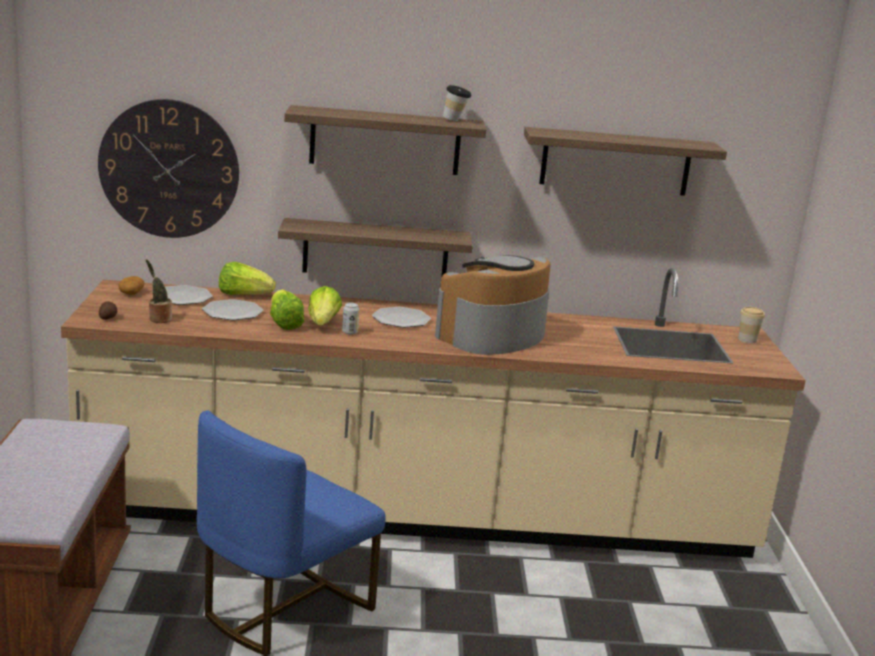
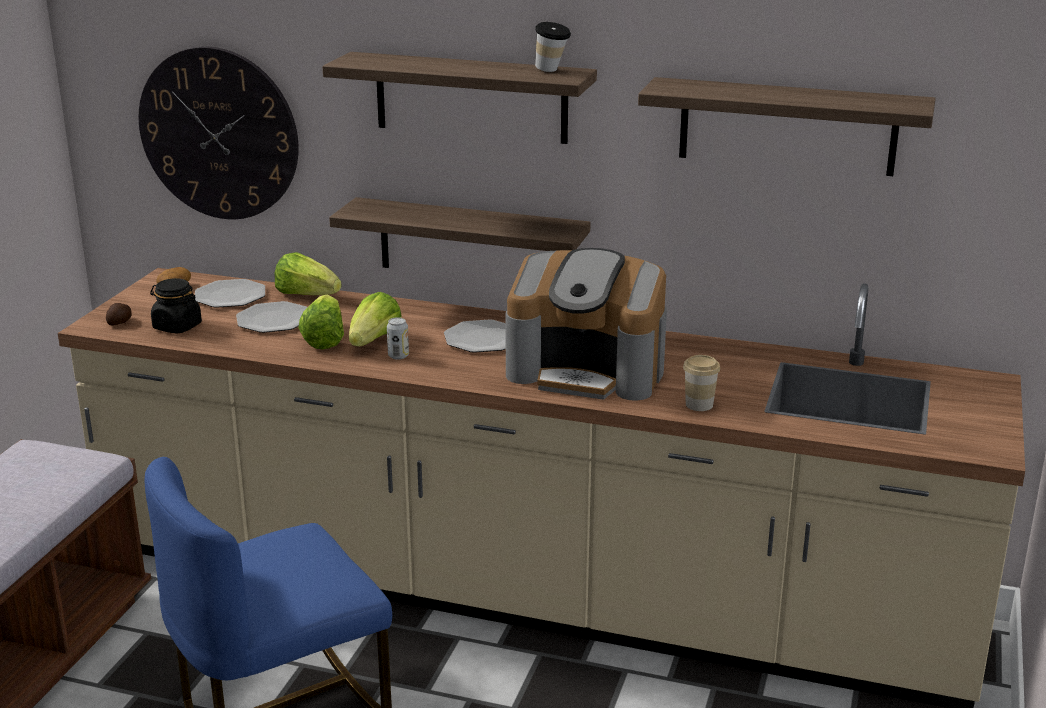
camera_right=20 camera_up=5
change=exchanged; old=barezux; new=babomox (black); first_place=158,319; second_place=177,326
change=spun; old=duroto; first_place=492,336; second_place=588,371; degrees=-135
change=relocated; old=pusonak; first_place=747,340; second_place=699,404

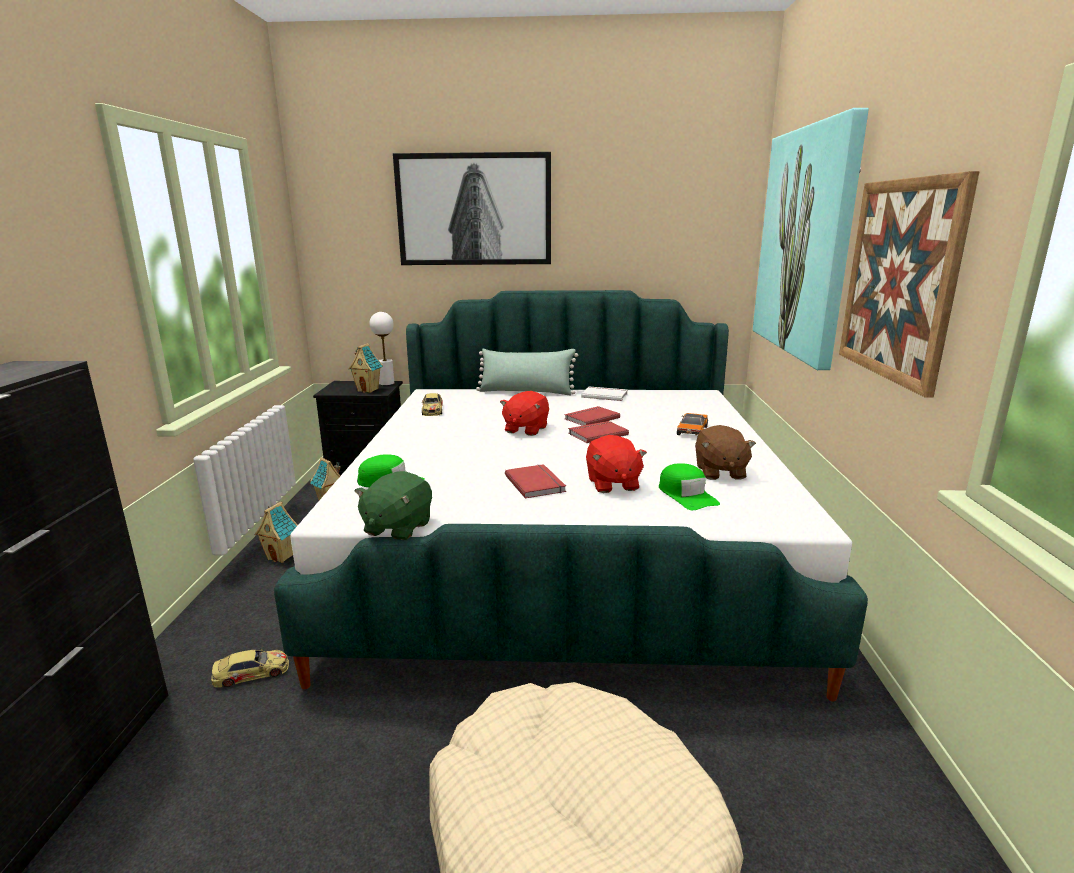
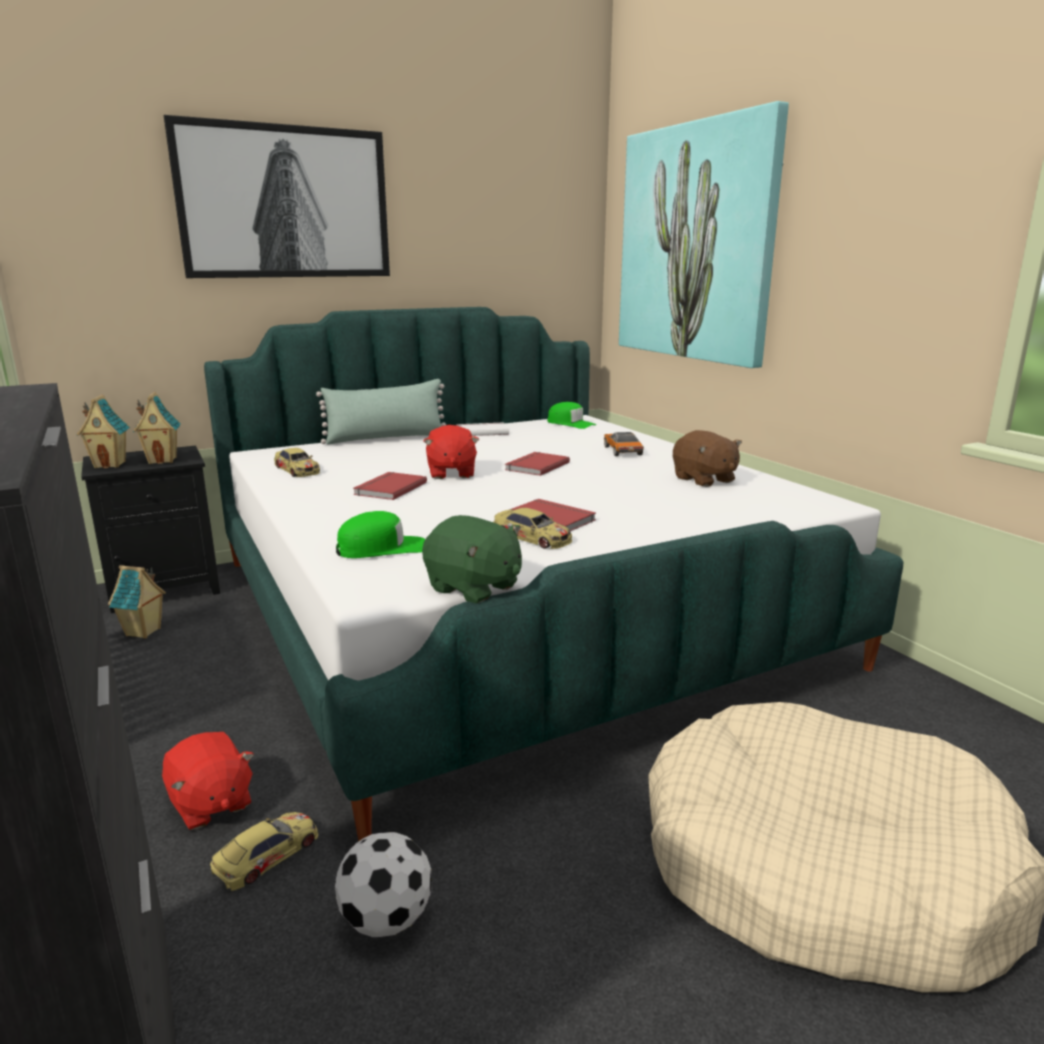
camera_right=-30 camera_up=0
change=relocated; old=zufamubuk; first_place=282,556; second_place=110,464
change=relocated; old=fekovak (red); first_place=612,484; second_place=210,804
change=appeared; new=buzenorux; second_place=388,919
change=relocated; old=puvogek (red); first_place=590,418; second_place=388,488
change=spun; old=fekovak (green); first_place=397,528; second_place=473,588; degrees=-45
change=appeared; new=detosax; second_place=532,537
change=relocated; old=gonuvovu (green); first_place=686,495; second_place=570,424
change=missing; old=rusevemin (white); first_place=386,383
change=missing; old=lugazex; first_place=899,280

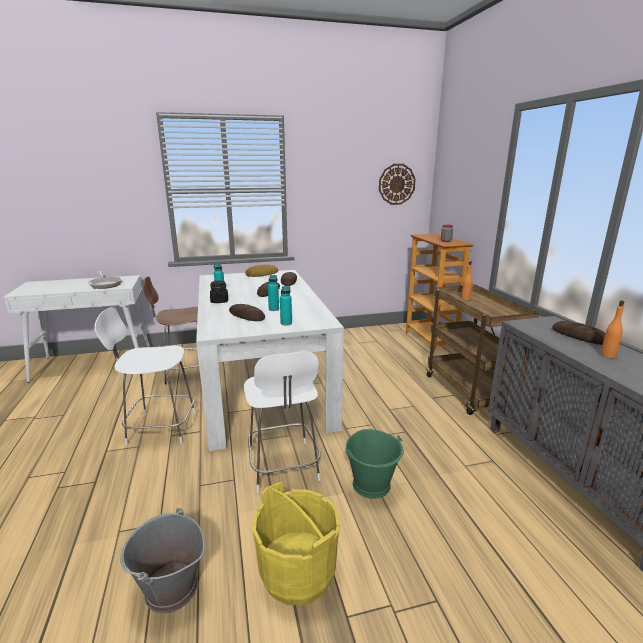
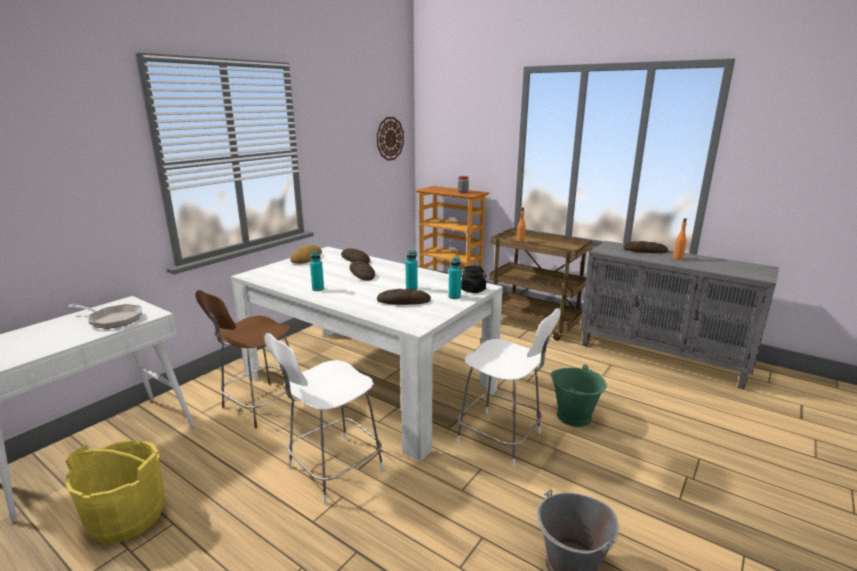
camera_right=-40 camera_up=0
change=relocated; old=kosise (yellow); first_place=297,573; second_place=127,517
change=relocated; old=babomox (black); first_place=219,301; second_place=473,290

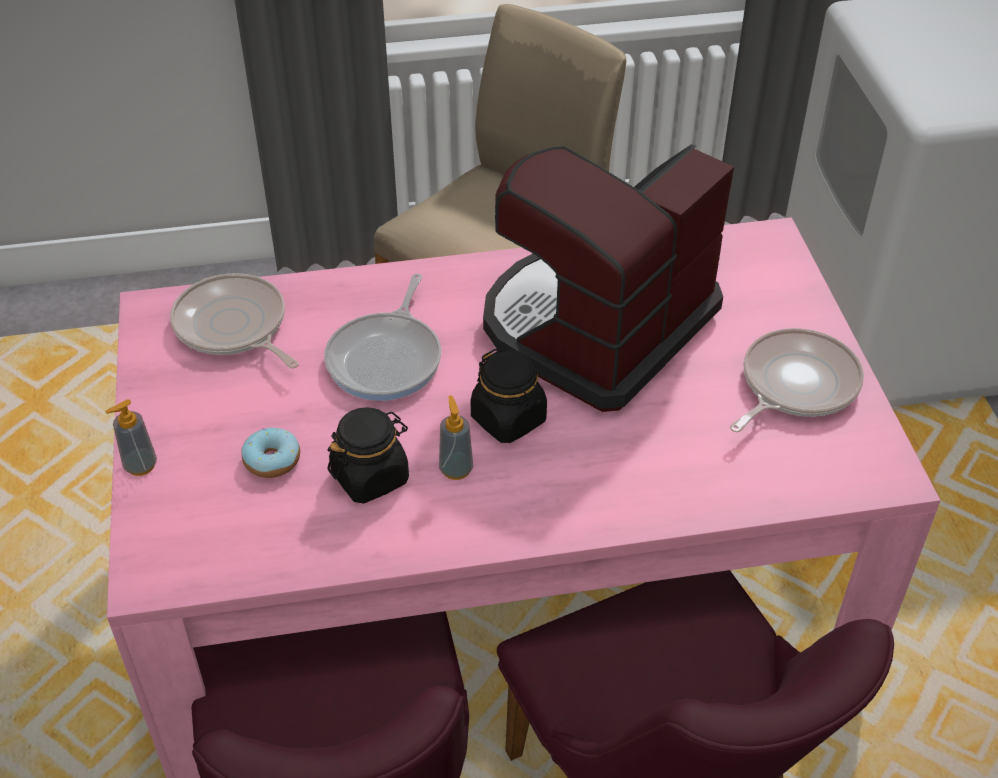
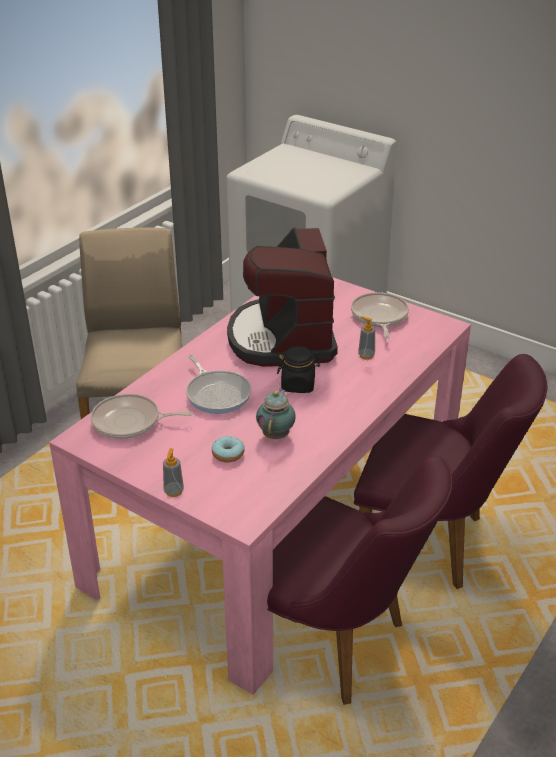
camera_right=-45 camera_up=-10
change=exchanged; old=babomox (black); new=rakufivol; first_place=370,477; second_place=276,434
change=relocated; old=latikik; first_place=456,469; second_place=366,355

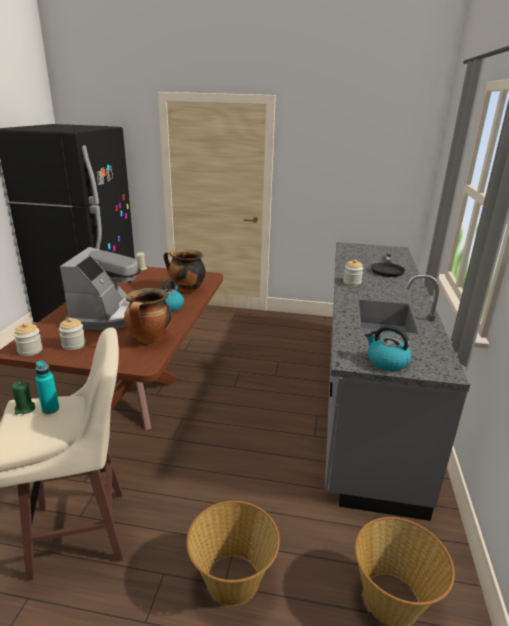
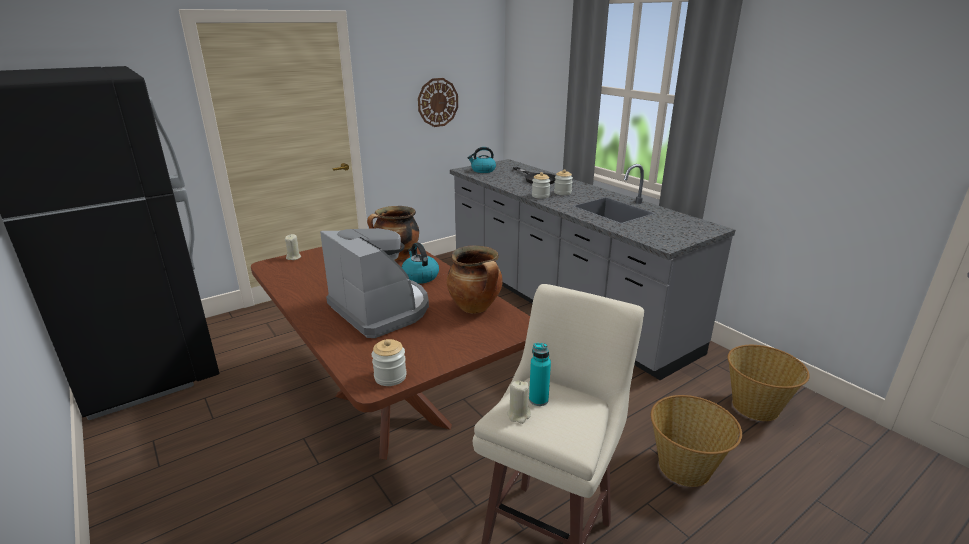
camera_right=-45 camera_up=0
change=appeared; new=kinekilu; second_place=437,102
change=relocated; old=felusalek; first_place=386,362; second_place=483,170
change=colour; old=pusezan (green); new=pusezan (beige); first_place=25,409; second_place=518,415
change=relocated; old=babomox; first_place=73,345; second_place=562,193

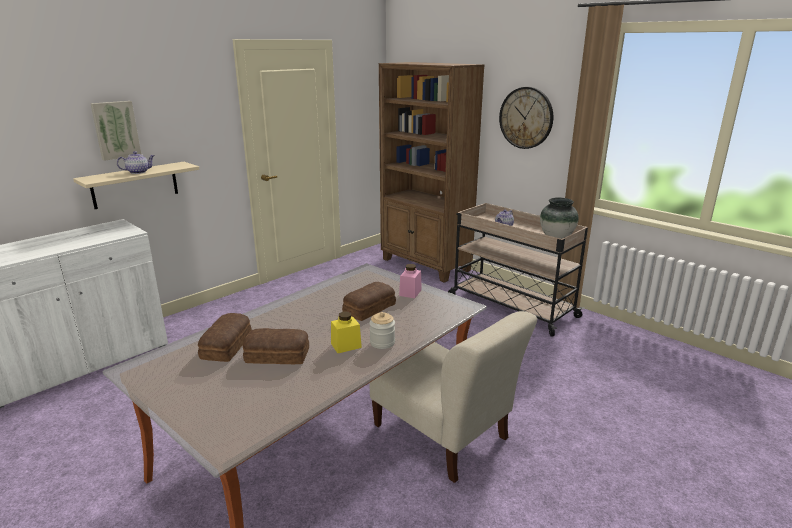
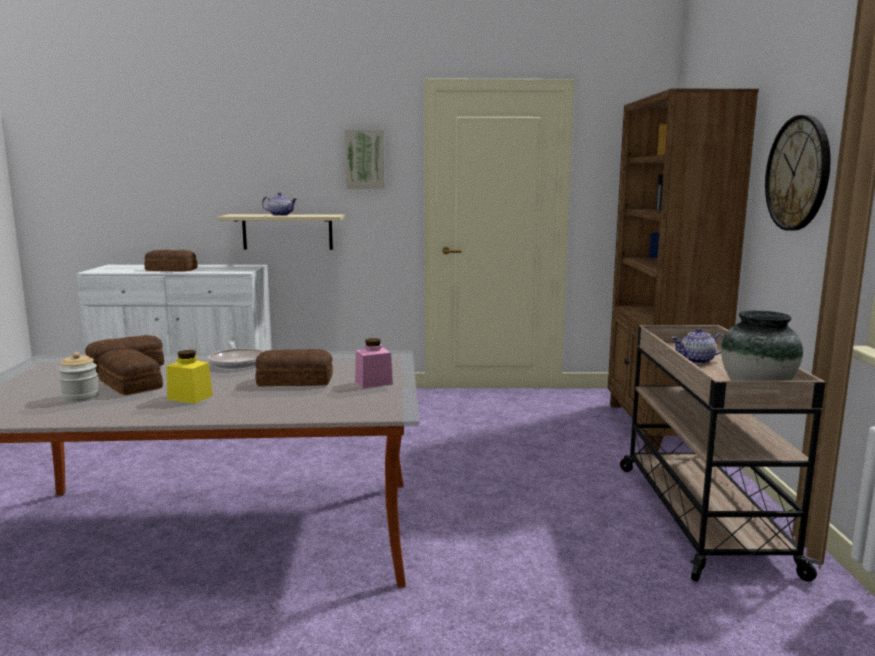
camera_right=45 camera_up=-10
change=relocated; old=babomox; first_place=382,342; second_place=81,397
change=appeared; new=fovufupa; second_place=171,269
change=appeared; new=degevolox; second_place=237,362
change=relocated; old=lugazex; first_place=116,130; second_place=365,159
change=missing; old=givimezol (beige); first_place=444,435

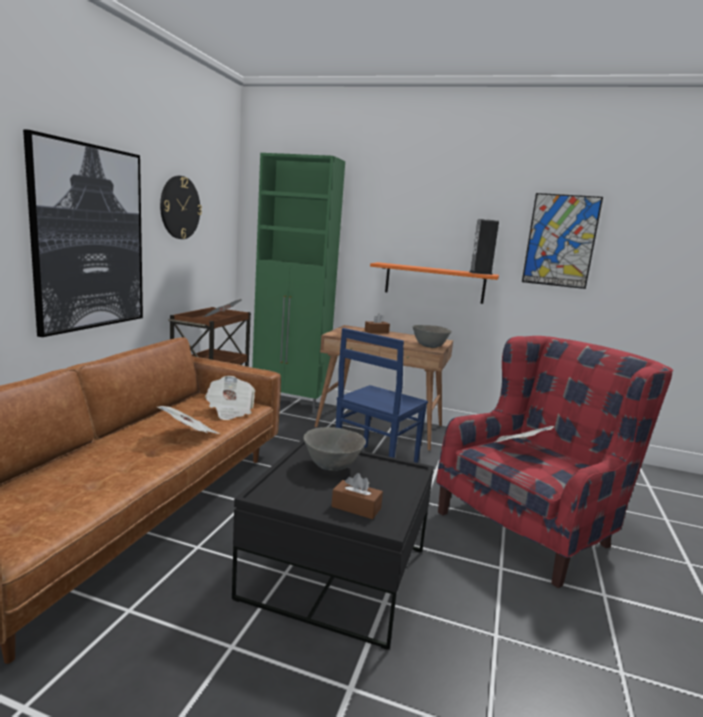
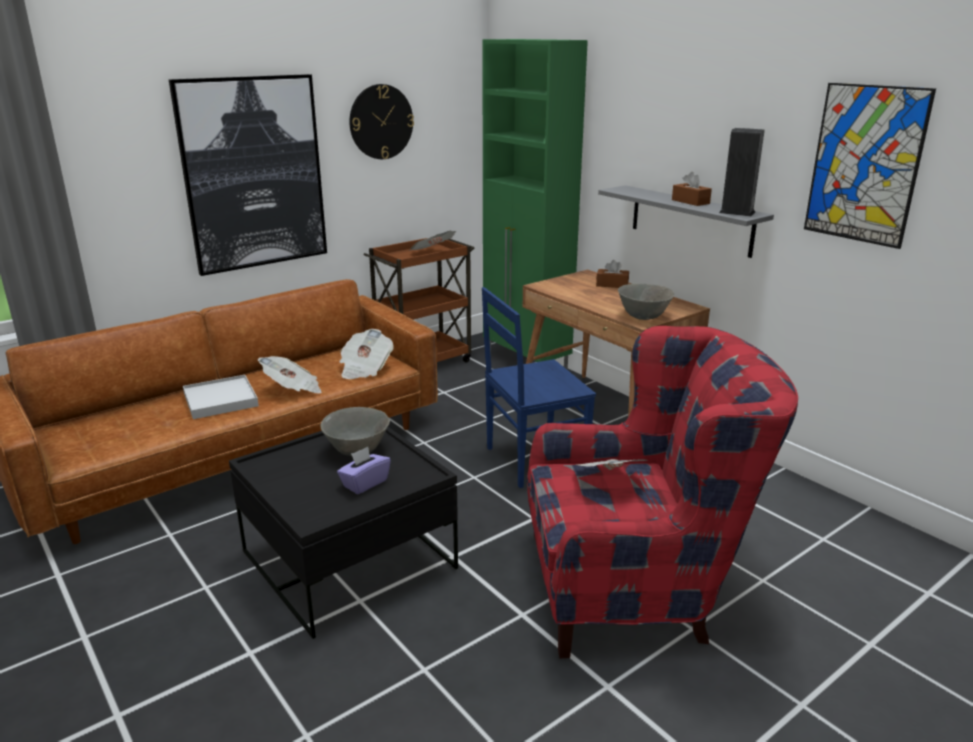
camera_right=35 camera_up=10
change=appeared; new=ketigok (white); second_place=221,400
change=appeared; new=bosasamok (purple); second_place=364,483
change=colour; old=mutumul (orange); new=mutumul (grey); first_place=434,283; second_place=691,220
change=relocated; old=bosasamok (brown); first_place=356,507; second_place=690,202

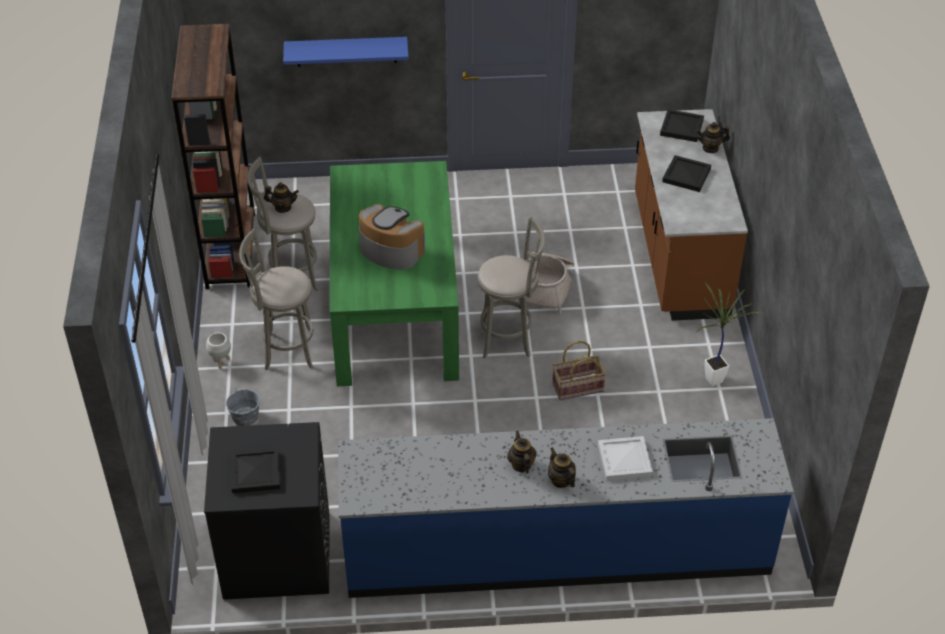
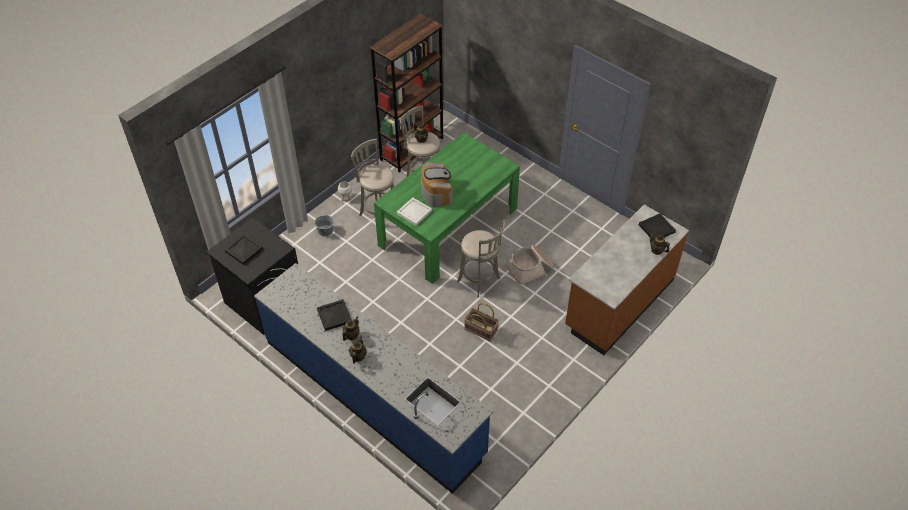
camera_right=45 camera_up=5
change=relocated; old=ketigok (black); first_place=687,176; second_place=334,316
change=relocated; old=ketigok (white); first_place=625,460; second_place=414,213
change=missing; old=mutumul (blue); first_place=346,51
change=missing; old=barezux; first_place=714,377

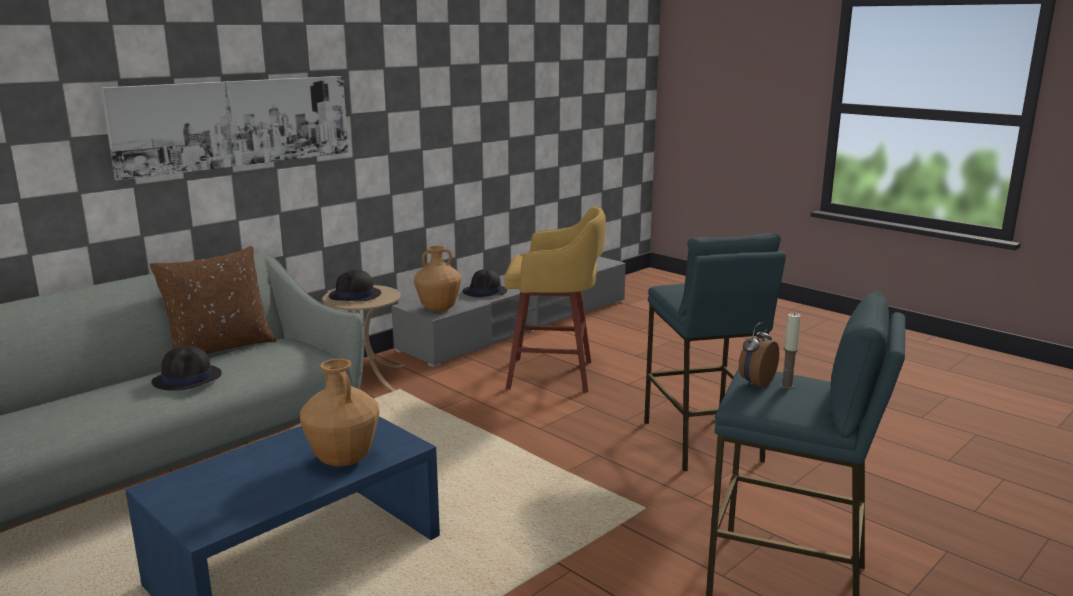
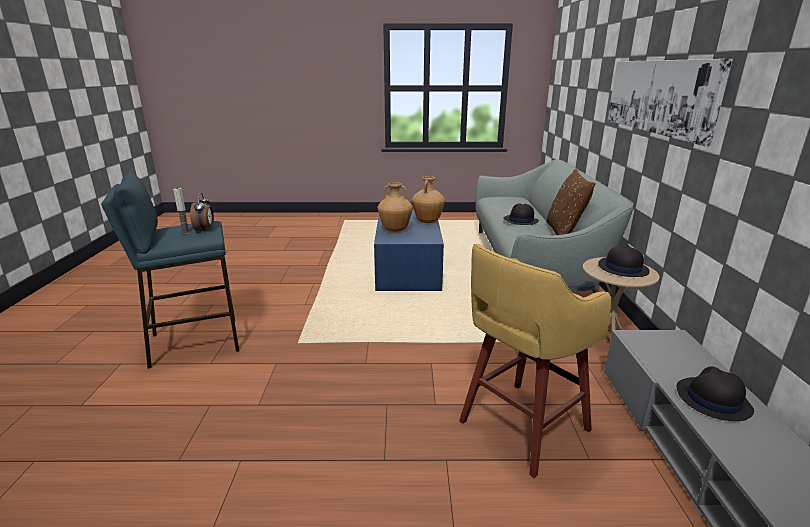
camera_right=135 camera_up=5
change=relocated; old=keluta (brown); first_place=439,309; second_place=427,222
change=missing; old=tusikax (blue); first_place=702,441

